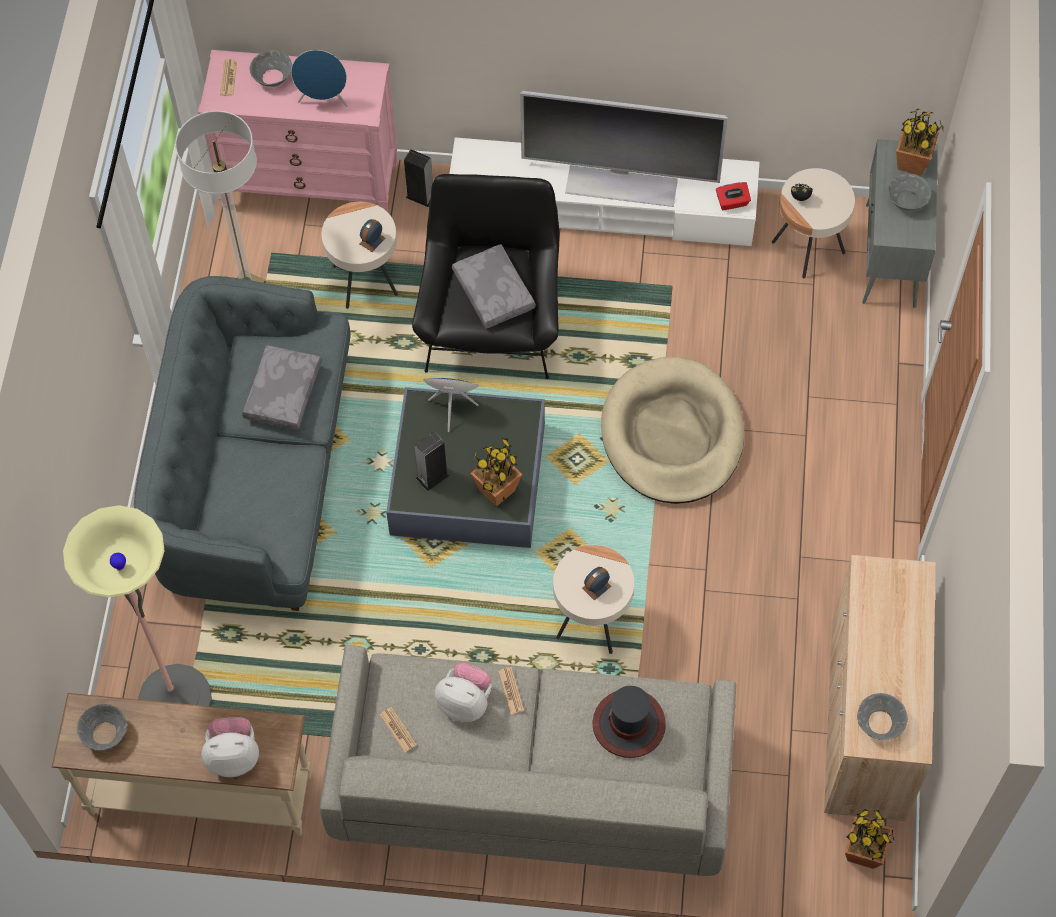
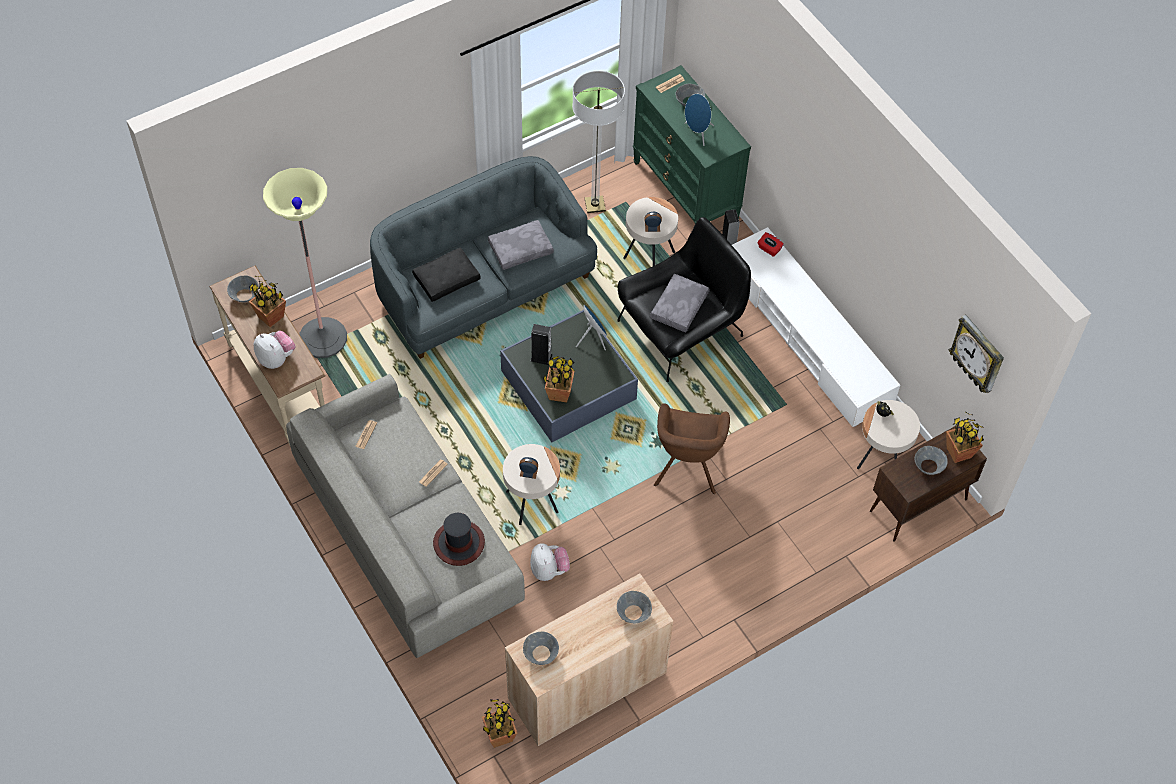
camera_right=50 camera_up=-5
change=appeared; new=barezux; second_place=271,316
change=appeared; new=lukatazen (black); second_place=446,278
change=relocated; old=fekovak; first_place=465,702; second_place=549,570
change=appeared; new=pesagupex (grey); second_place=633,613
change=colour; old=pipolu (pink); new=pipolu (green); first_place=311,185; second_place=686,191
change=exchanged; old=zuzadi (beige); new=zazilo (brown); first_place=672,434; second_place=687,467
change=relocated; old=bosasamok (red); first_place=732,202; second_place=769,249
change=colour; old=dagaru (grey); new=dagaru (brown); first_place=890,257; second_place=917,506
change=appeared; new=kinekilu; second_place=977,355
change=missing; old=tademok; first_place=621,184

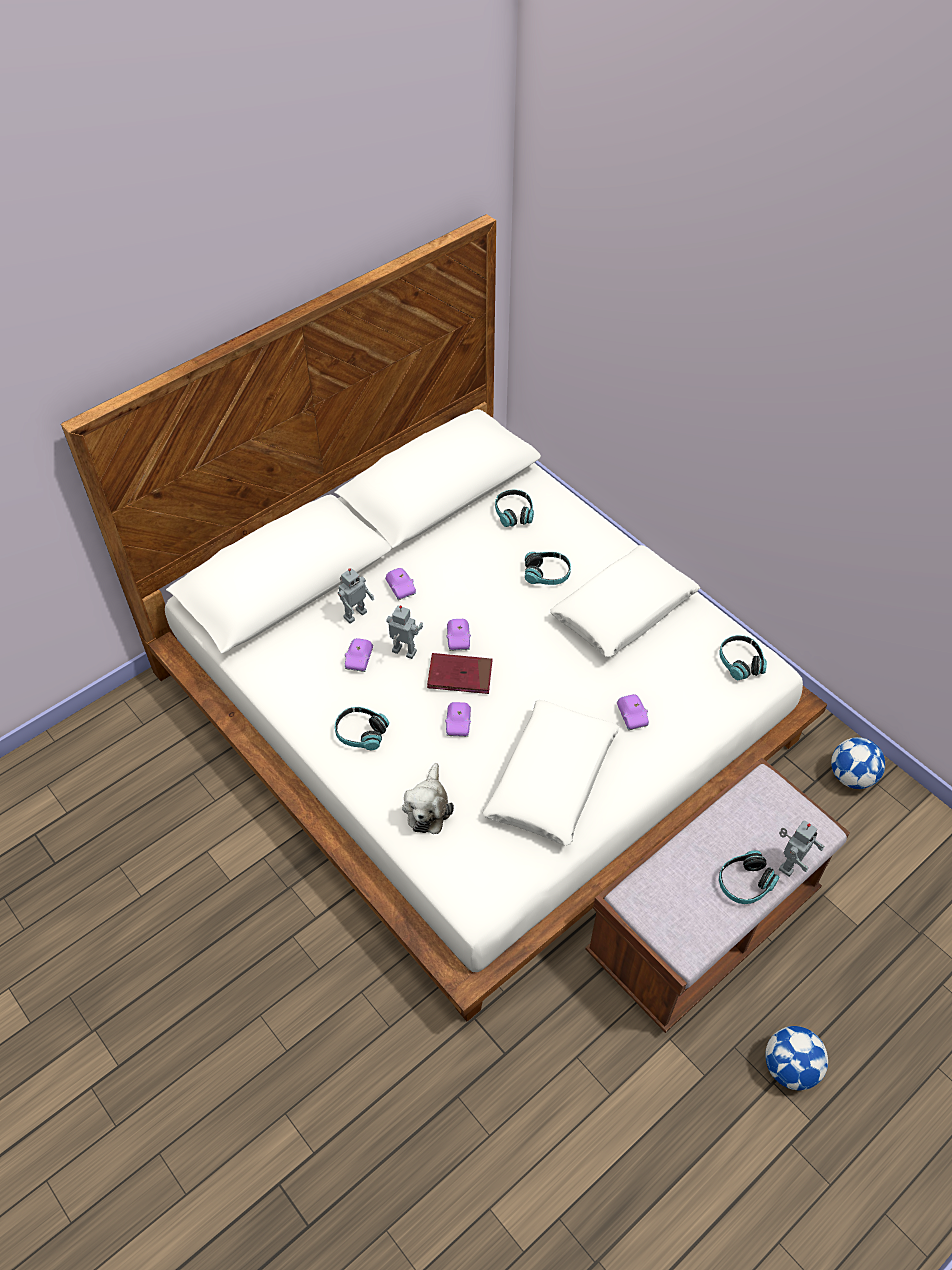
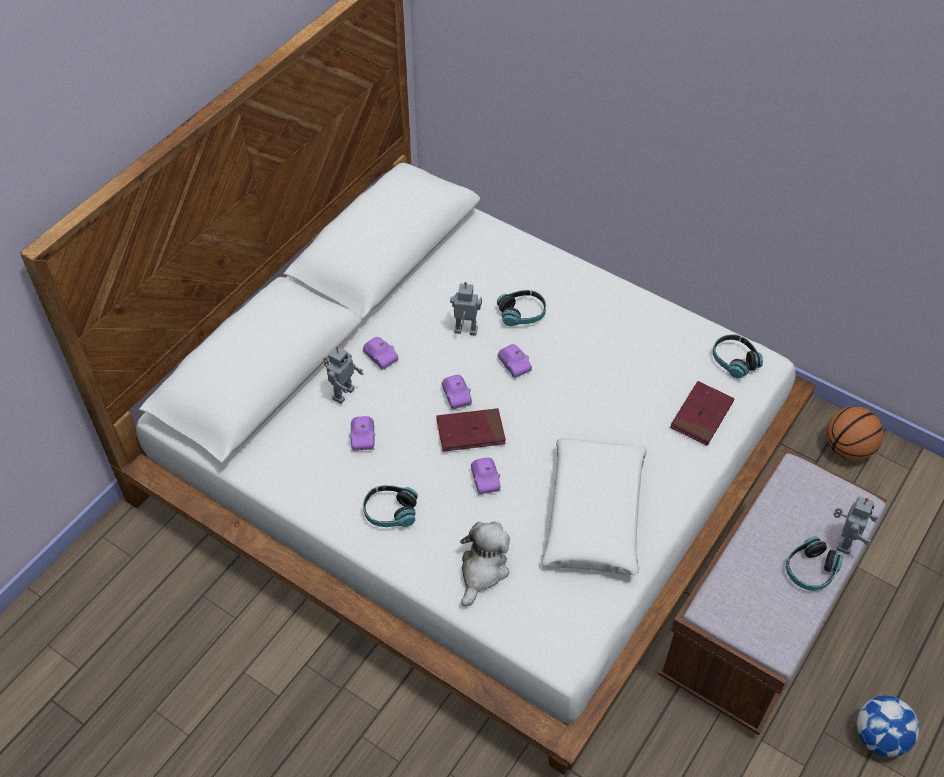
camera_right=-15 camera_up=0
change=relocated; old=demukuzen; first_place=403,652; second_place=465,331
change=spun; old=fekovak; first_place=428,807; second_place=483,570; degrees=-150
change=relocated; old=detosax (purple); first_place=632,716; second_place=514,365
change=appeared; new=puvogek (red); second_place=701,415
change=exchanged; old=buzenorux; new=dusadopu; first_place=851,776; second_place=847,449
change=missing; old=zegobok; first_place=514,513
change=missing; old=lukatazen (white); first_place=624,610

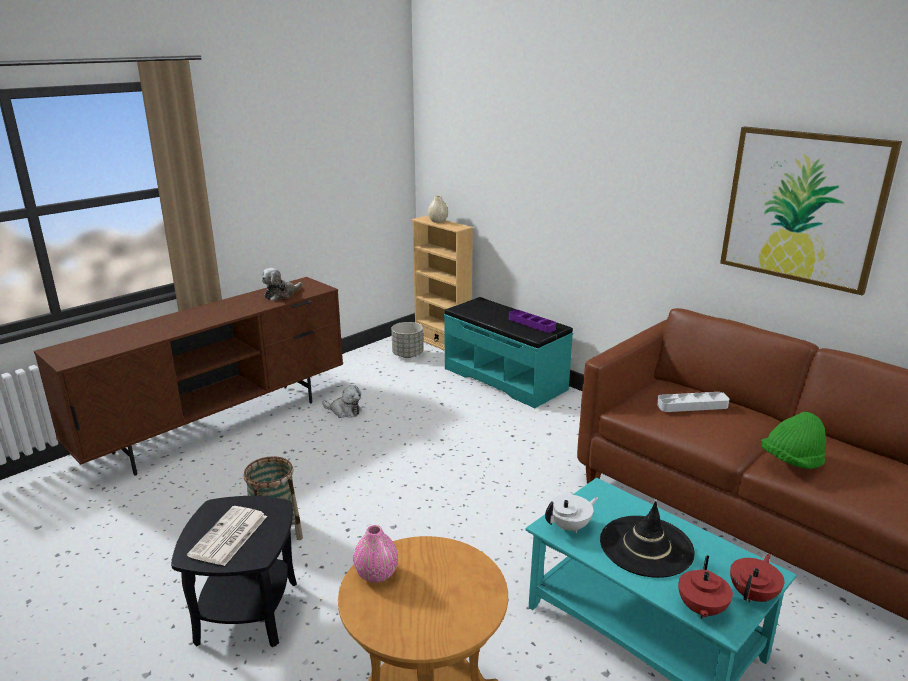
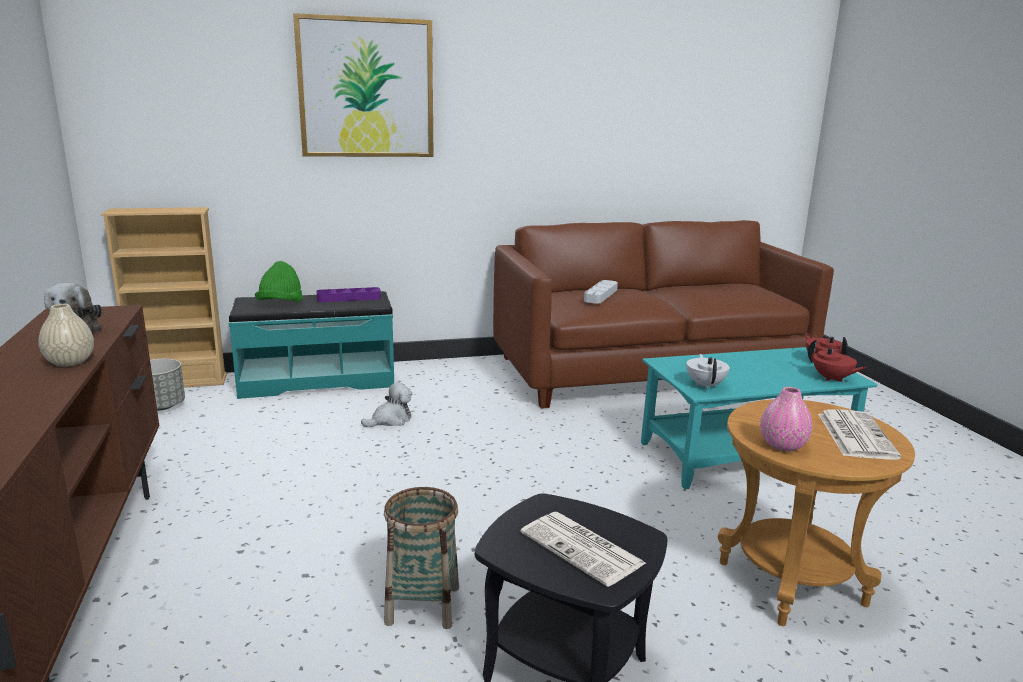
camera_right=-60 camera_up=-5
change=relocated; old=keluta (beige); first_place=438,221; second_place=70,362
change=relocated; old=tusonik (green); first_place=791,461; second_place=280,305
change=relocated; old=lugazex; first_place=803,208; second_place=366,88
change=relocated; old=fekovak; first_place=344,411; second_place=390,420
change=appeared; new=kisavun; second_place=855,435
change=missing; old=tusonik (black); first_place=646,546

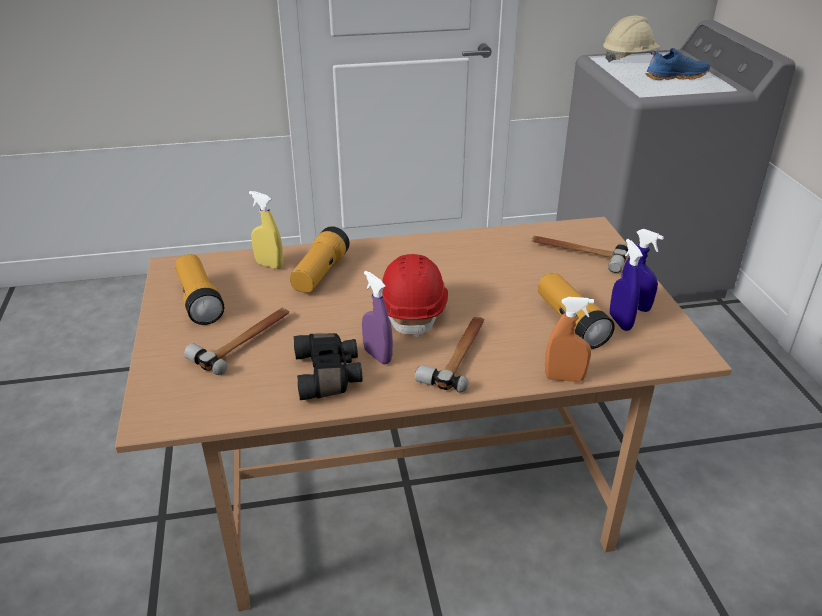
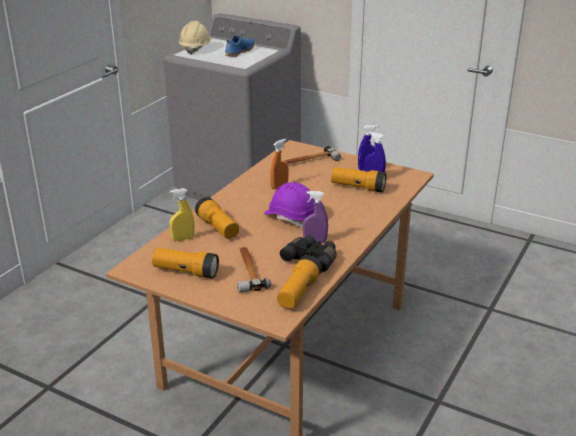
camera_right=-50 camera_up=-5
change=colour; old=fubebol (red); new=fubebol (purple); first_place=413,310; second_place=291,217
change=relocated; old=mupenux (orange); first_place=564,378; second_place=279,186
change=appeared; new=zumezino; second_place=298,293
change=missing; old=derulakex; first_place=458,355

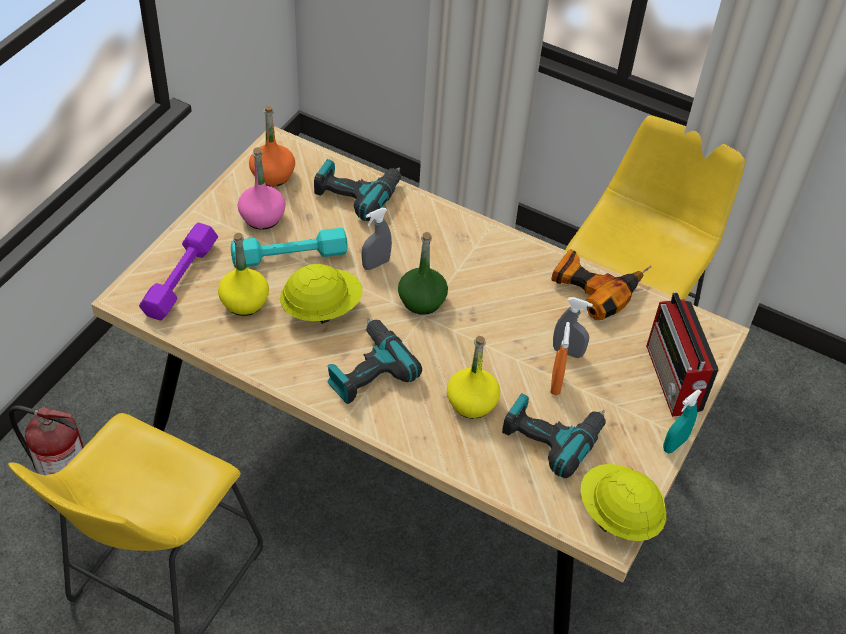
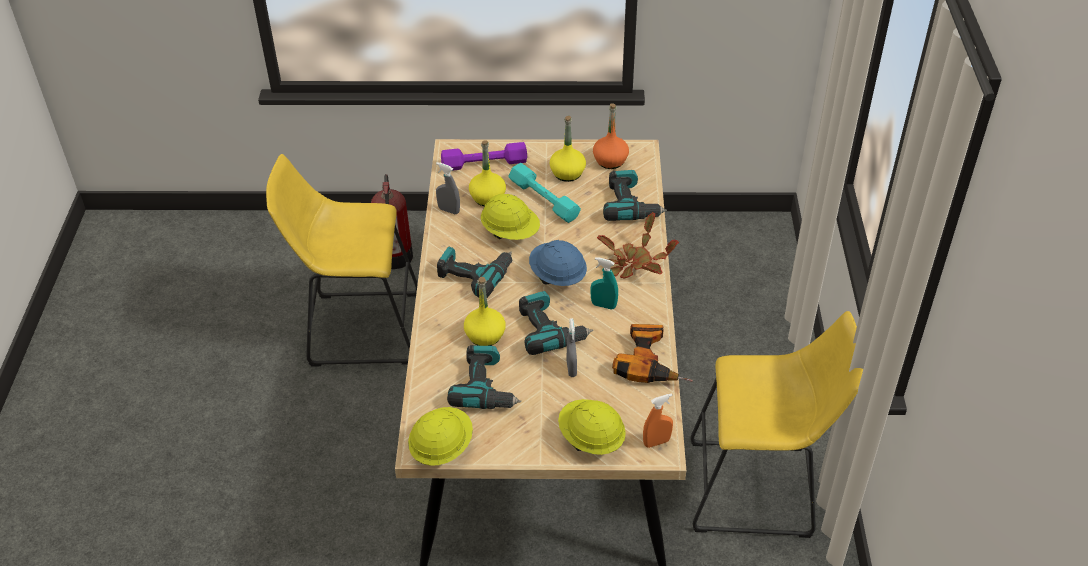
camera_right=65 camera_up=-5
change=relocated; old=mupenux (grey); first_place=376,264; second_place=449,210
change=appeared; new=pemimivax; second_place=550,330
change=exchanged; old=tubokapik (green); new=fubebol (blue); first_place=422,301; second_place=557,276
change=colour; old=tubokapik (pink); new=tubokapik (yellow); first_place=262,217; second_place=567,173
change=exchanged; old=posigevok; new=fubebol (yellow); first_place=673,381; second_place=591,439
change=relocated; old=mupenux (turquoise); first_place=675,444; second_place=603,305
change=appeared; new=barezux; second_place=632,264
change=relocated; old=mupenux (orange); first_place=556,384; second_place=656,442

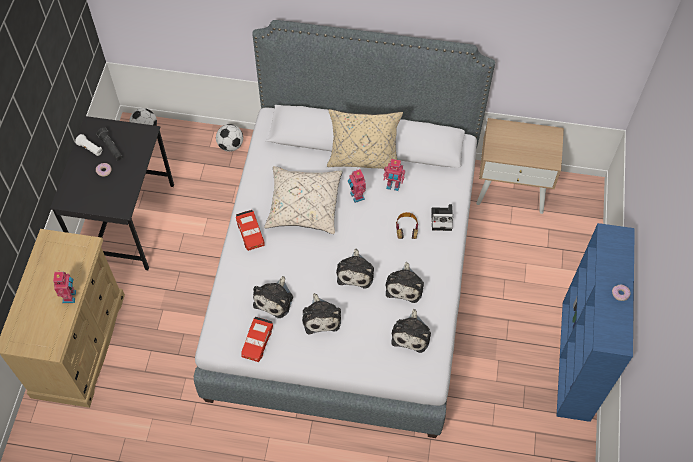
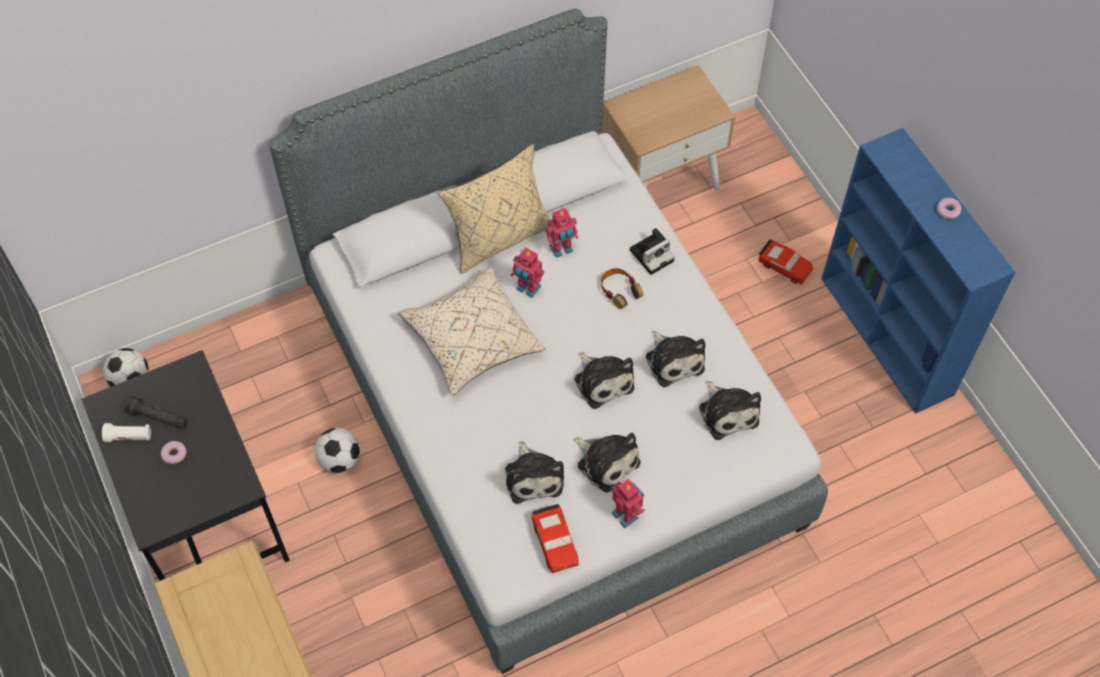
camera_right=-35 camera_up=0
change=relocated; old=buzenorux; first_place=230,145; second_place=340,460
change=relocated; old=demukuzen; first_place=70,296; second_place=626,514
change=relocated; old=detosax (red); first_place=250,233; second_place=784,266

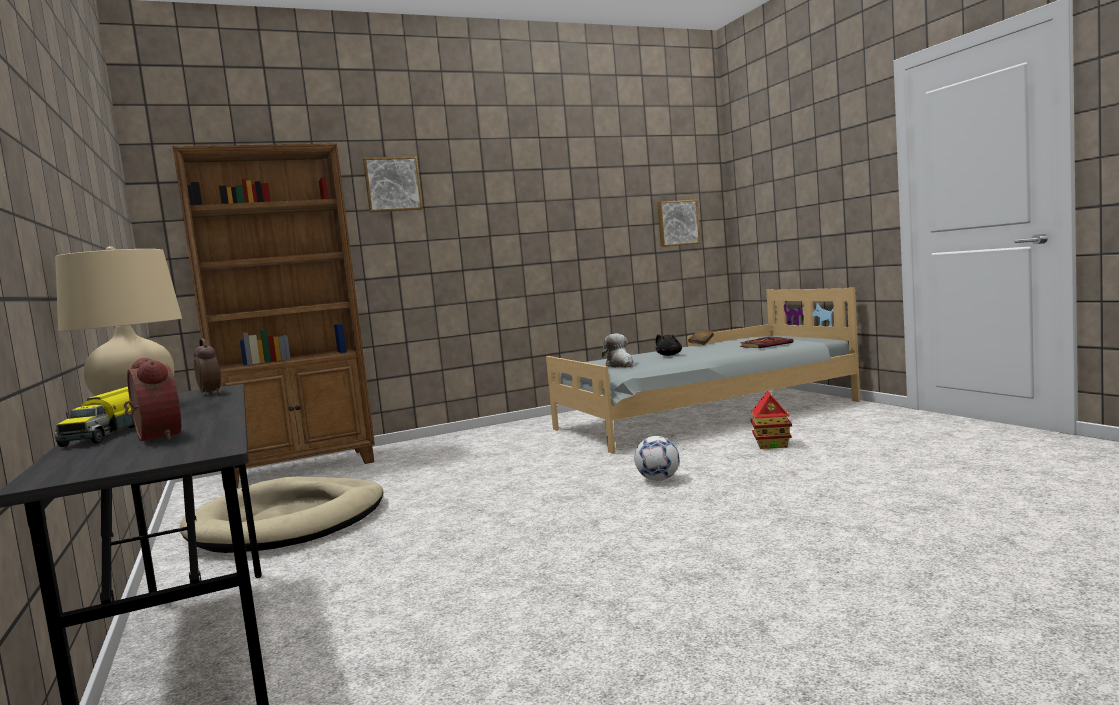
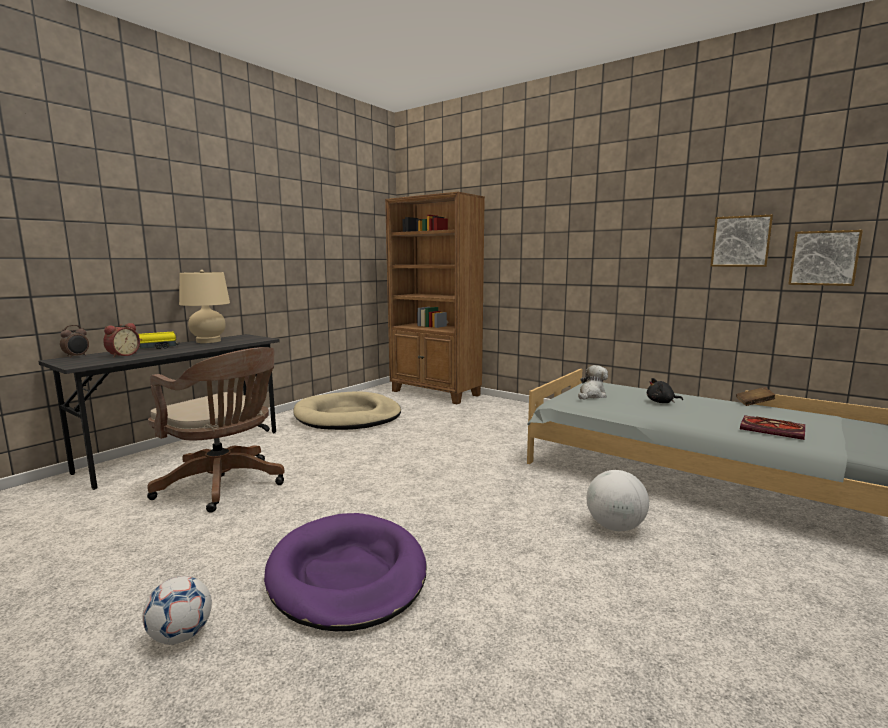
camera_right=60 camera_up=5
change=relocated; old=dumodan; first_place=211,393; second_place=77,356
change=relocated; old=buzenorux; first_place=658,479; second_place=181,636
change=appeared; new=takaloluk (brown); second_place=225,485
change=appeared; new=zuzadi (purple); second_place=347,575
change=exchanged; old=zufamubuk; new=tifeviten; first_place=772,445; second_place=615,527
change=relocated; old=lugazex; first_place=392,184; second_place=741,241

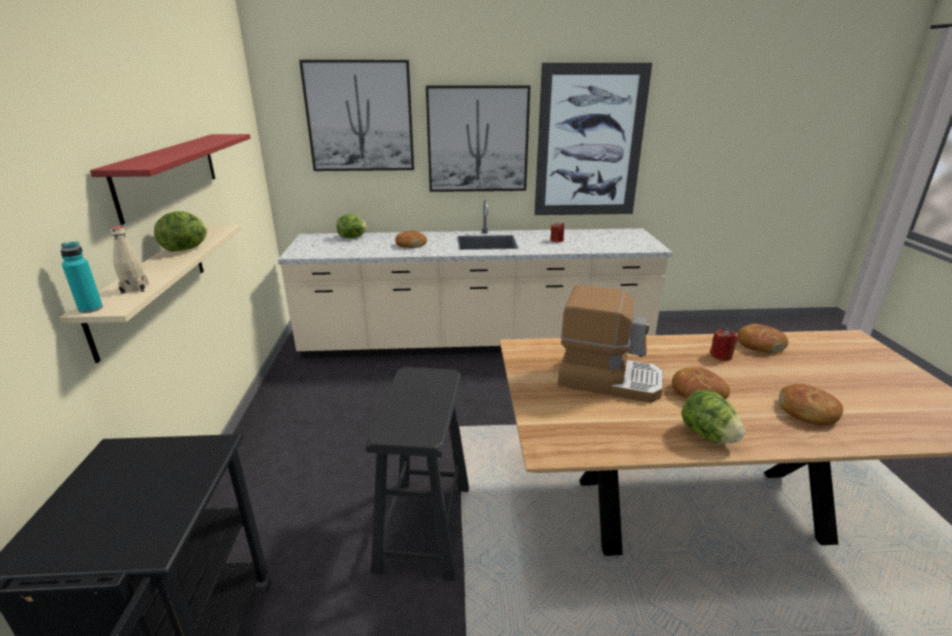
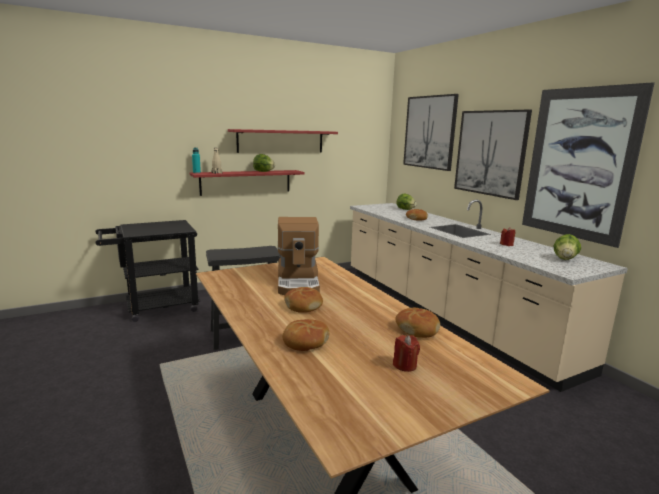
camera_right=65 camera_up=-10
change=colour; old=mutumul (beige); new=mutumul (red); first_place=151,285; second_place=246,182
change=relocated; old=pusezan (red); first_place=721,356; second_place=405,365
change=relocated; old=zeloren; first_place=707,435; second_place=565,259

